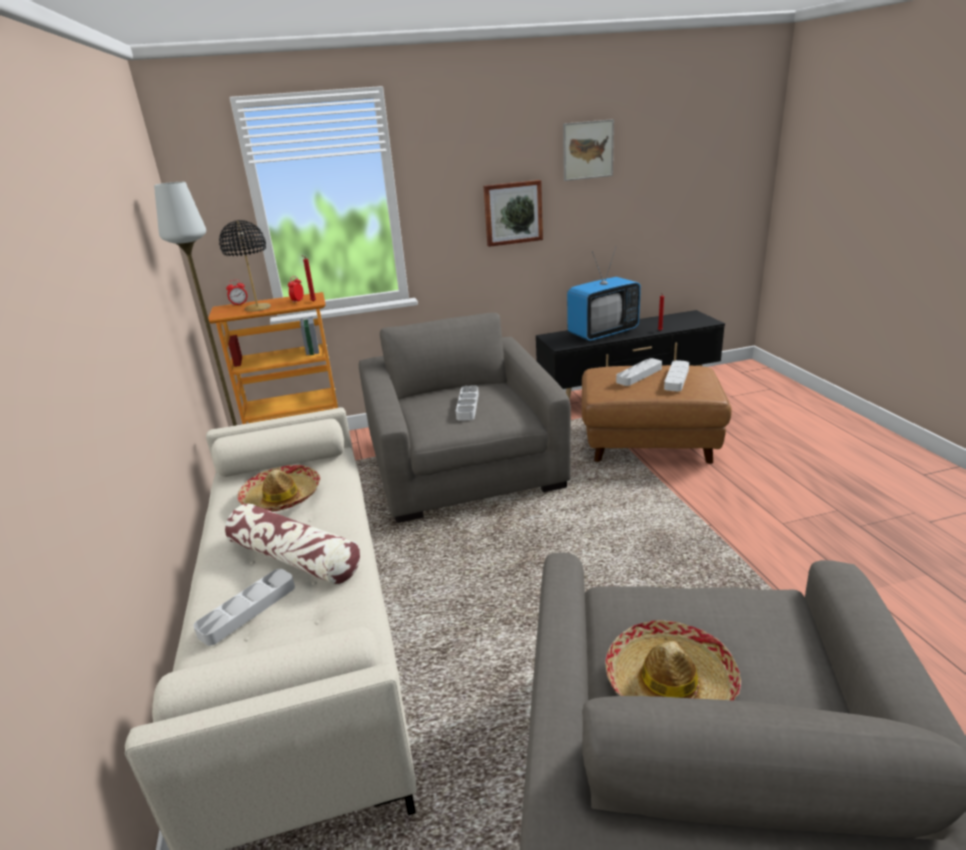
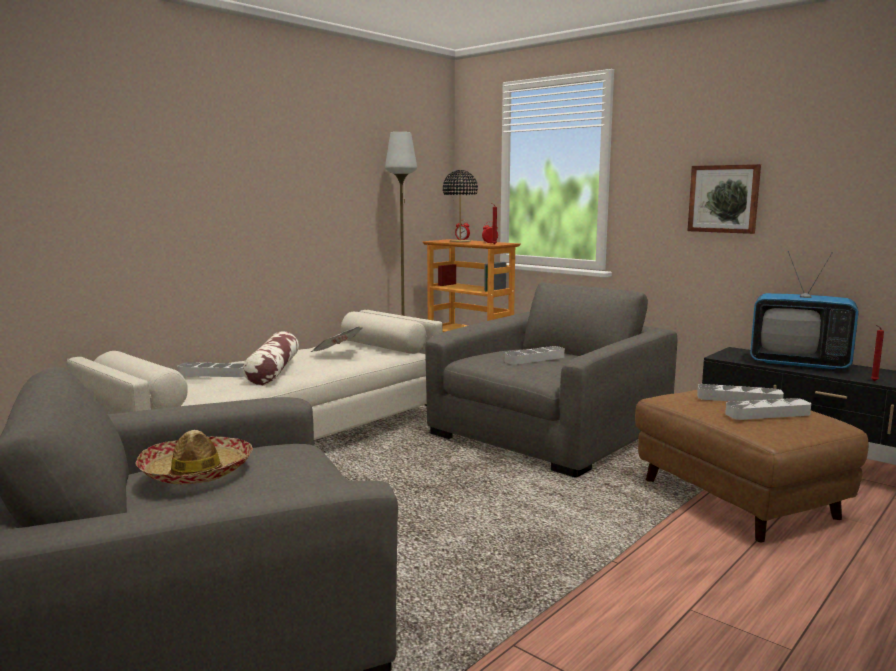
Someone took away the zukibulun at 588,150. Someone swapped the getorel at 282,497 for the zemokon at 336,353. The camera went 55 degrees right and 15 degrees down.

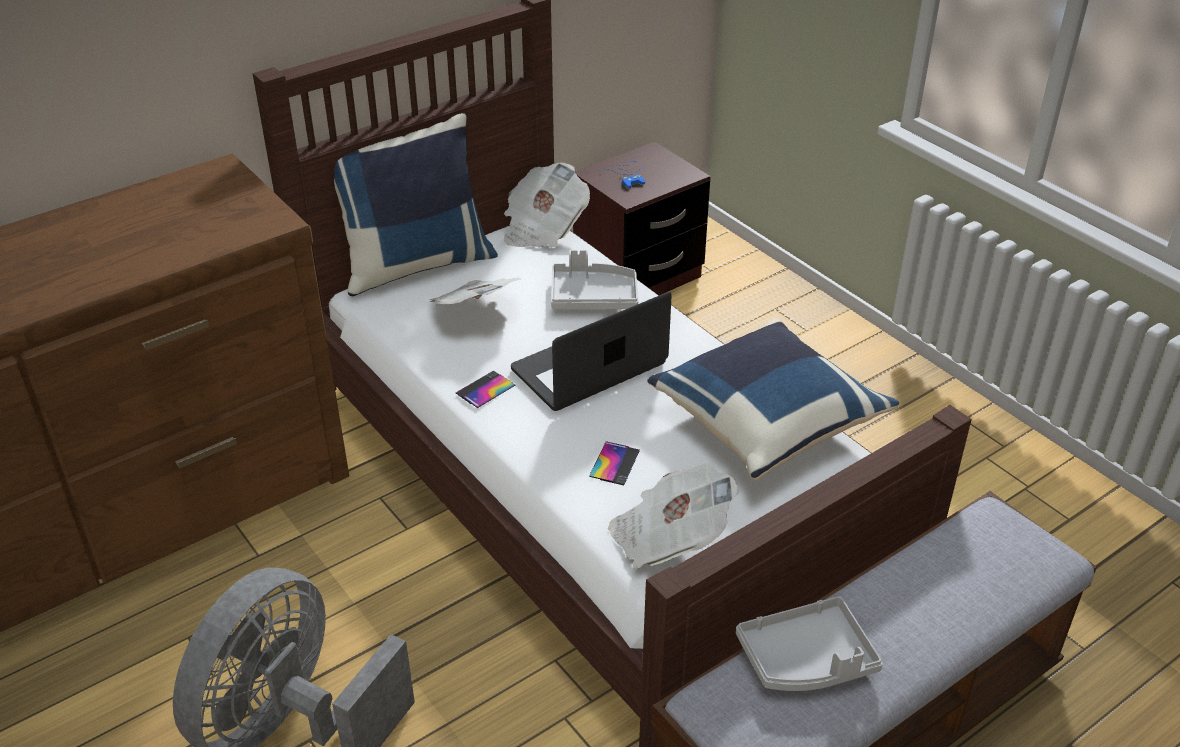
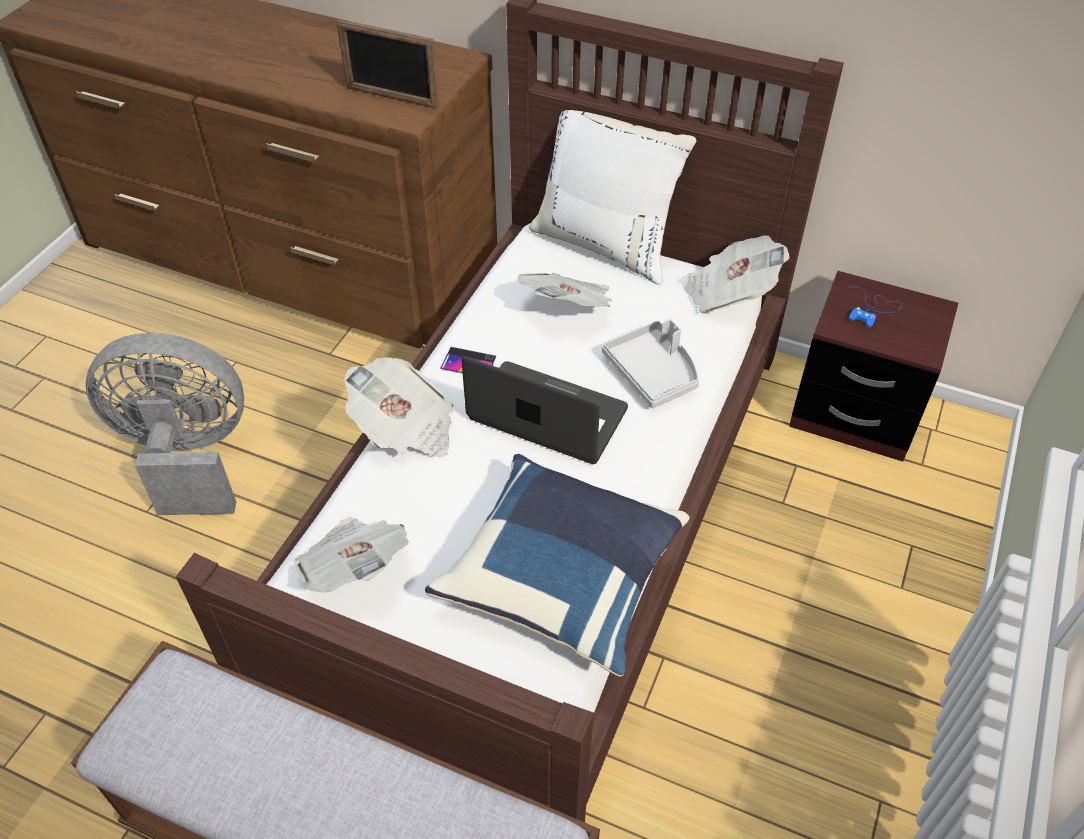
Someone took away the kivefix at 614,463. Someone took away the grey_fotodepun at 807,659. Someone put down the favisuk at 392,97. Someone put down the zemokon at 405,428. Someone repainted the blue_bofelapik at 416,264, which became the white_bofelapik at 606,244. The camera went 60 degrees right and 10 degrees up.

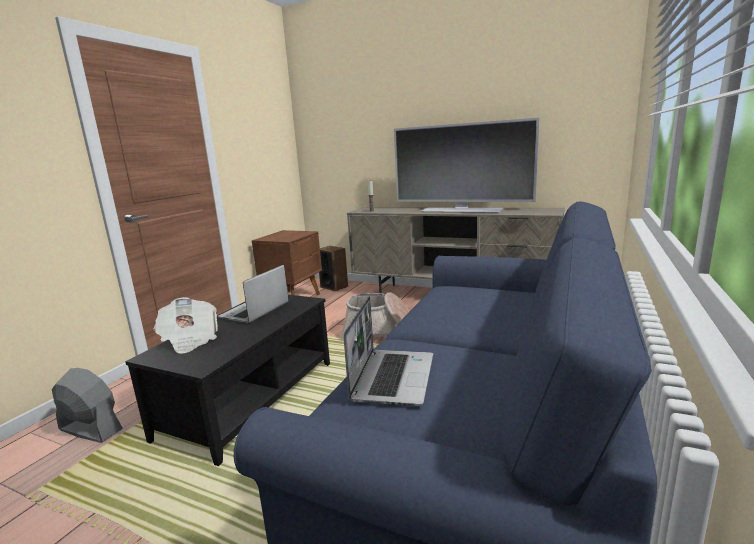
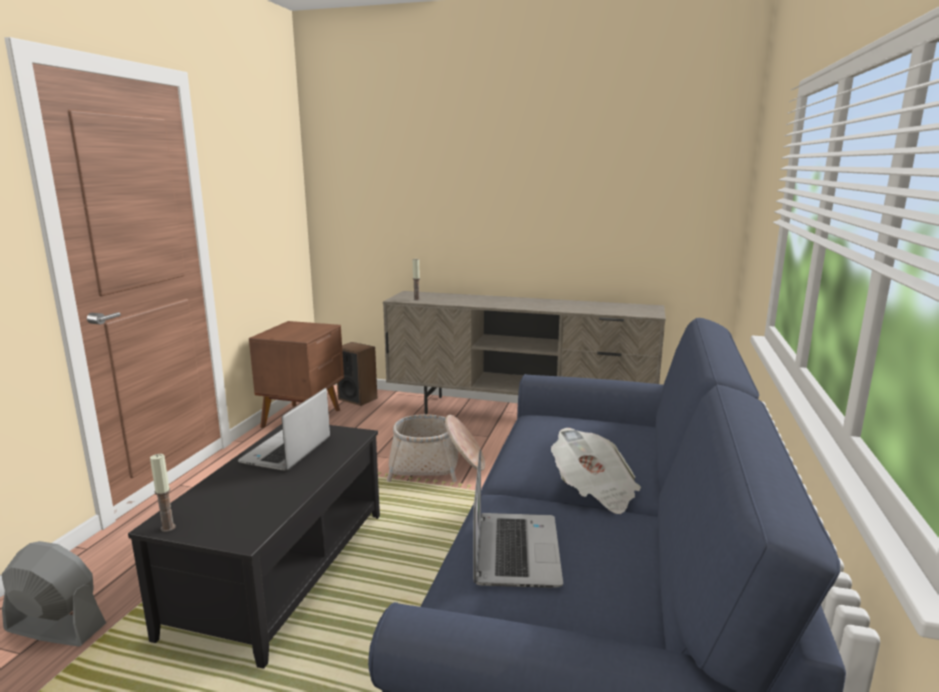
Someone took away the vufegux at 461,210. Someone put down the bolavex at 168,527. Someone carried the zemokon from 189,339 to 594,491. The camera went 10 degrees left and 0 degrees up.

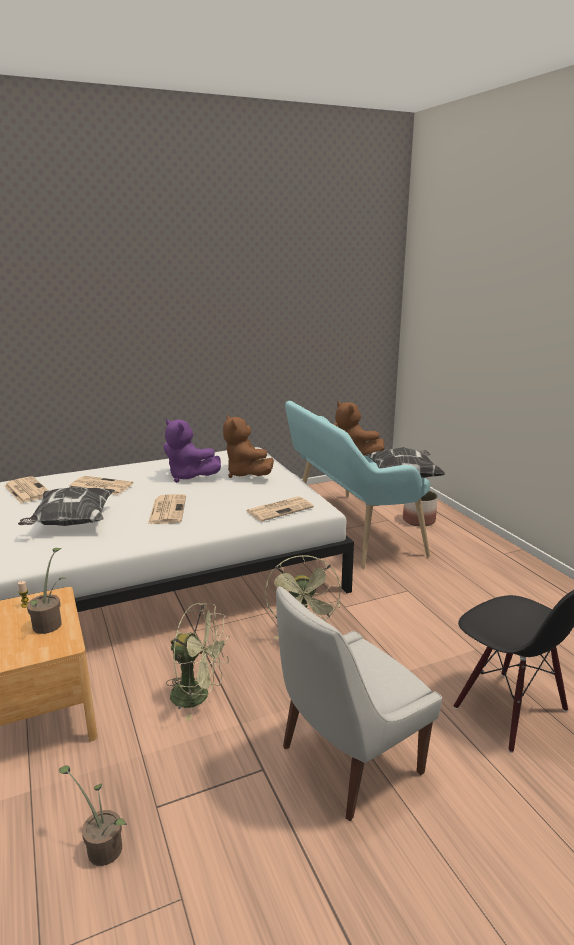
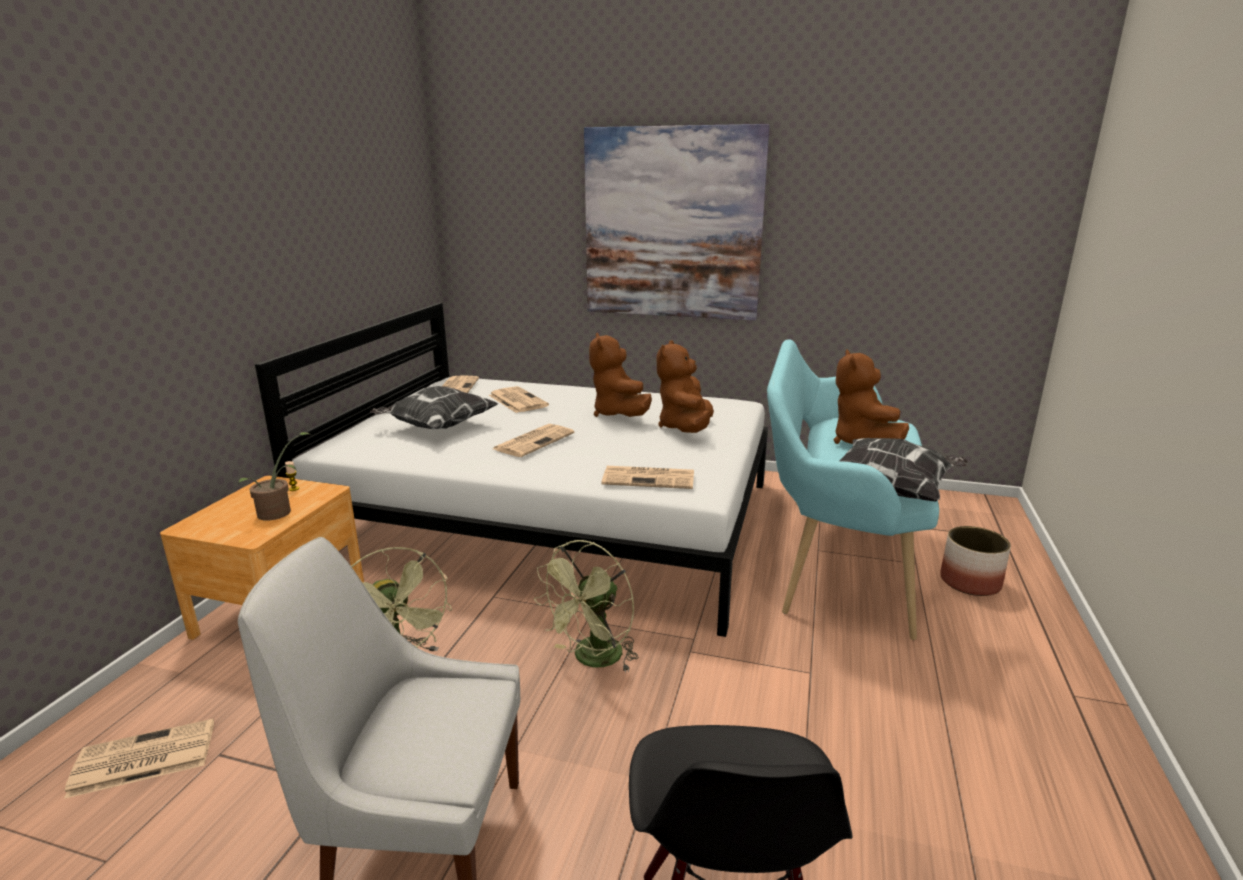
Someone put up the zukibulun at 672,224. Someone swapped the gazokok at 102,846 for the zemokon at 141,759. Someone repainted the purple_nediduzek at 189,476, which became the brown_nediduzek at 619,414. The camera went 40 degrees right and 0 degrees up.

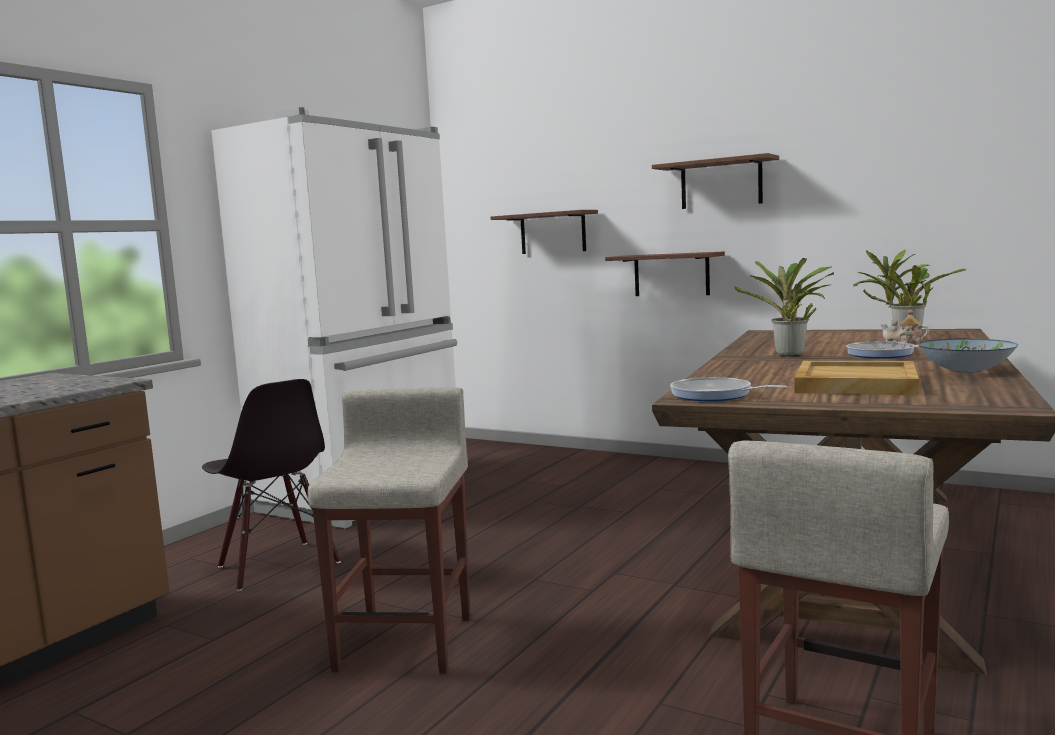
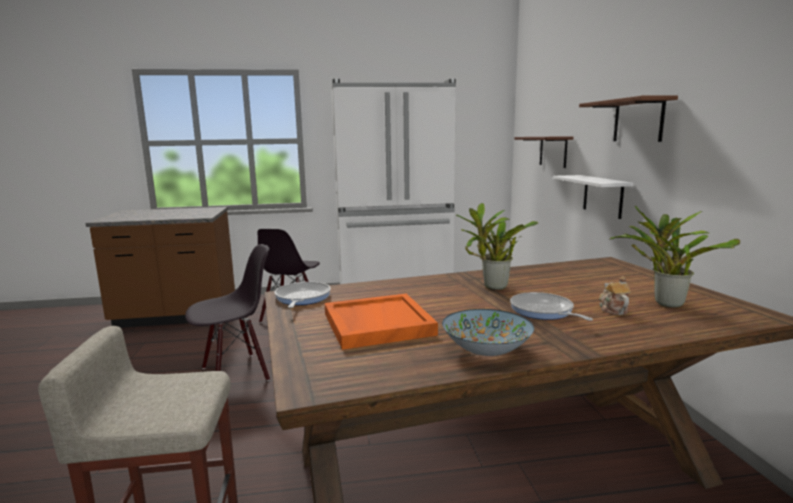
Someone swapped the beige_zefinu at 406,641 for the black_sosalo at 236,373. Someone repainted the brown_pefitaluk at 671,274, which became the white_pefitaluk at 603,196. Someone repainted the beige_fotodepun at 854,384, which became the orange_fotodepun at 376,324. The camera went 50 degrees right and 5 degrees up.

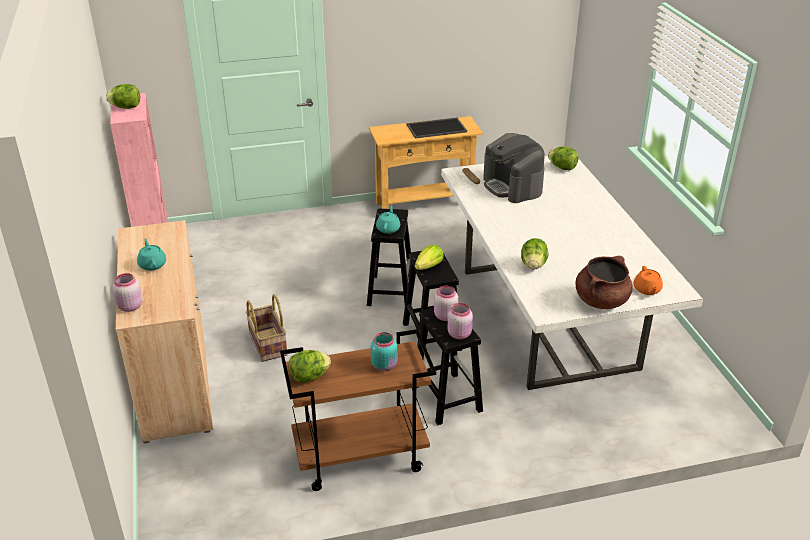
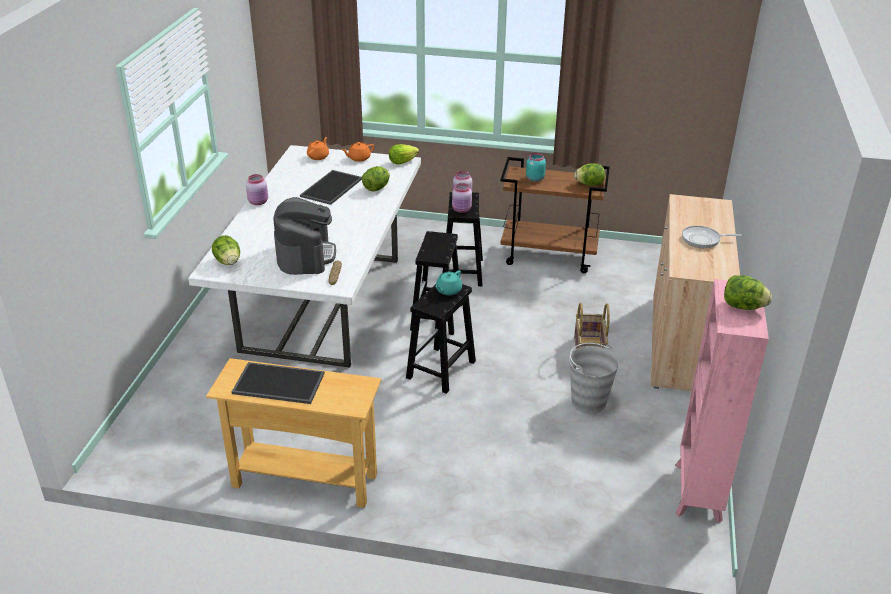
Someone put down the fotodepun at 332,188. Someone put down the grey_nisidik at 588,402. Someone carried the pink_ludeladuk from 129,307 to 259,202. Someone carried the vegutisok from 429,267 to 402,162. Someone swapped the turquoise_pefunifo at 152,264 for the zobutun at 703,240. Someone swapped the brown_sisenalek at 601,300 for the orange_pefunifo at 359,158. The camera went 155 degrees left and 0 degrees up.

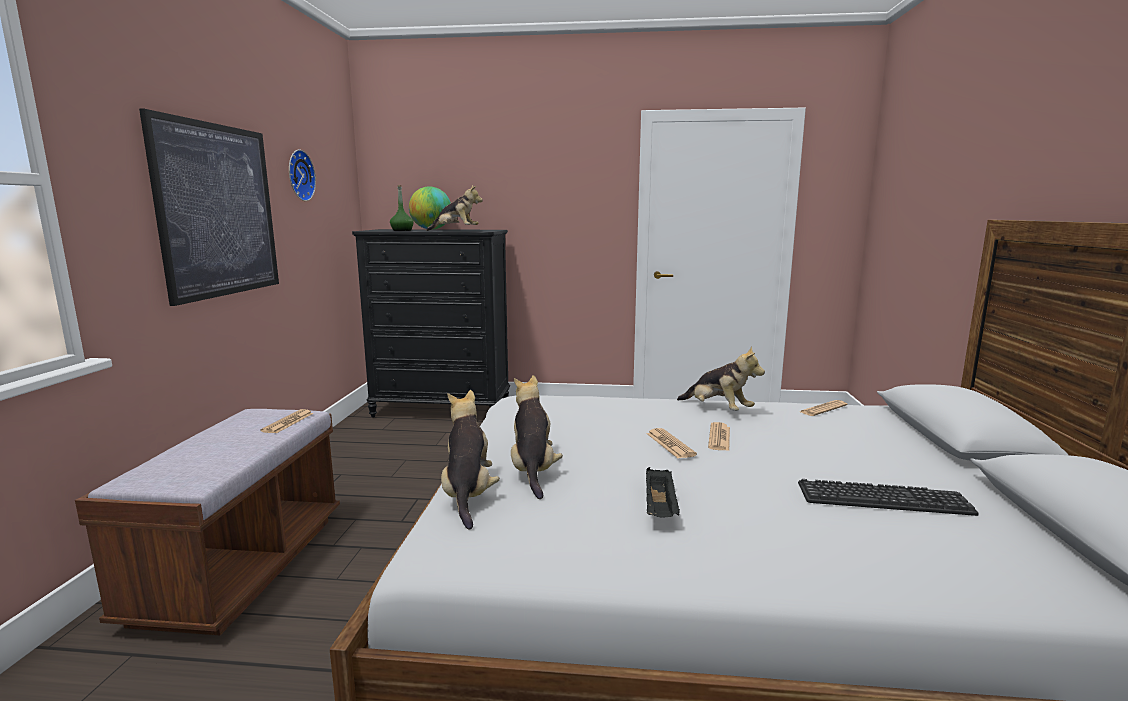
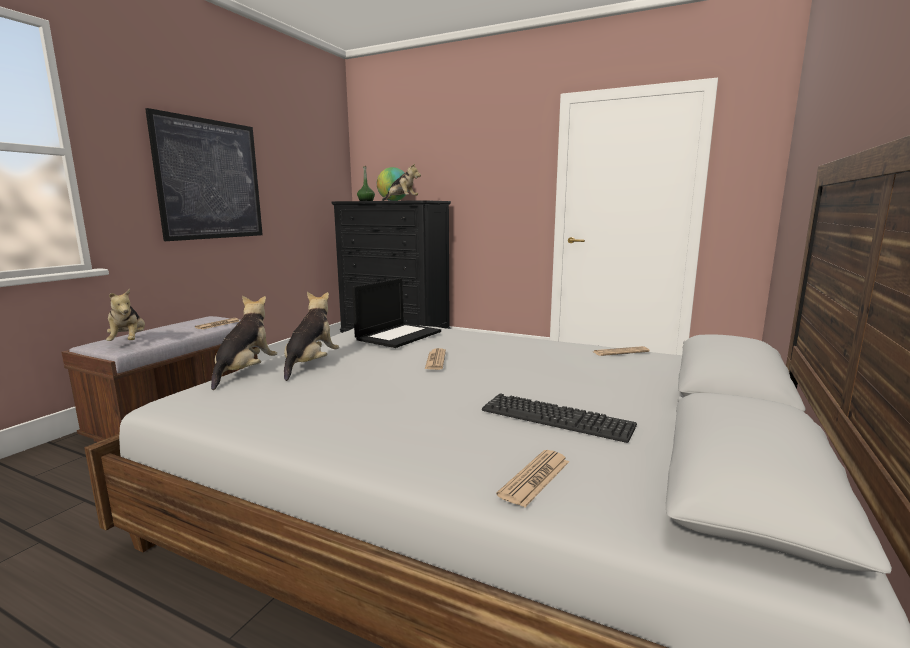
Someone took away the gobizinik at 298,175. Someone took away the black_fotodepun at 660,508. Someone put down the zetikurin at 398,335. Someone carried the nediduzek from 718,410 to 129,342. Someone carried the zemokon from 719,437 to 535,478. The camera went 20 degrees right and 0 degrees up.

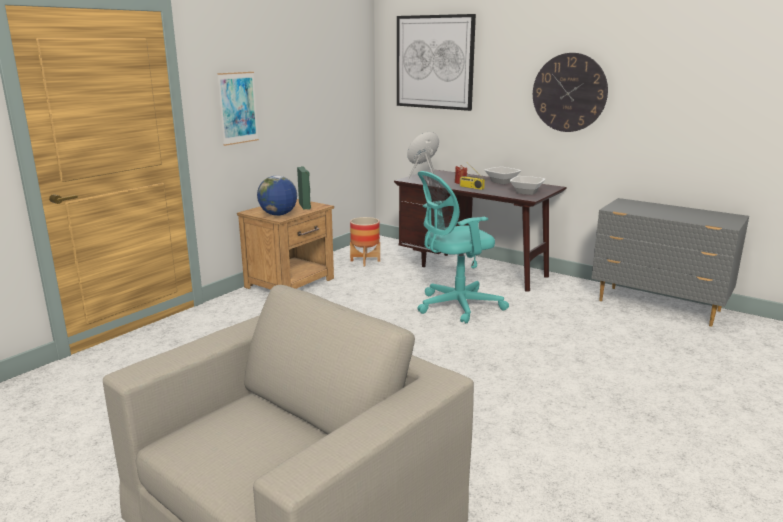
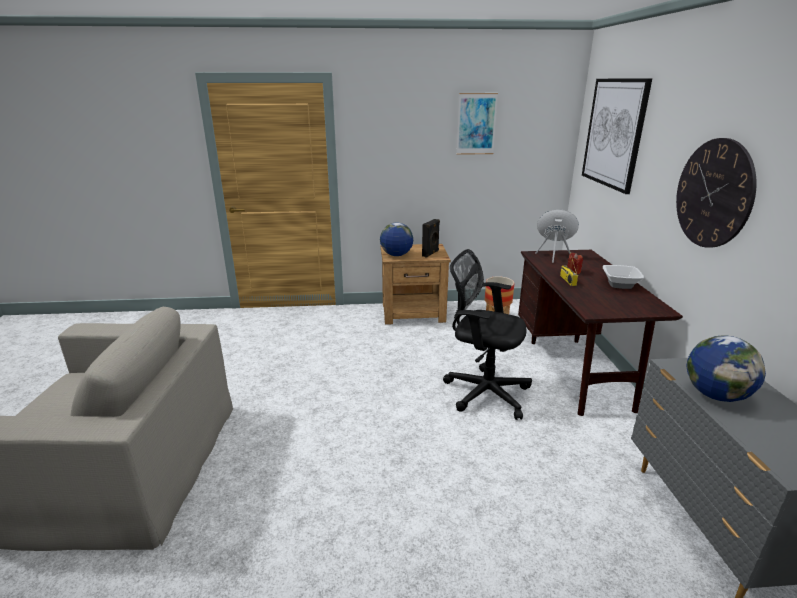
Someone took away the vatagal at 526,192. Someone put down the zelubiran at 715,395. Someone carried the zukibulun from 238,108 to 476,124. Someone repainted the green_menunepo at 305,206, which became the black_menunepo at 431,254. Someone repainted the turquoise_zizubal at 455,306, which became the black_zizubal at 483,391. The camera went 50 degrees right and 5 degrees up.

